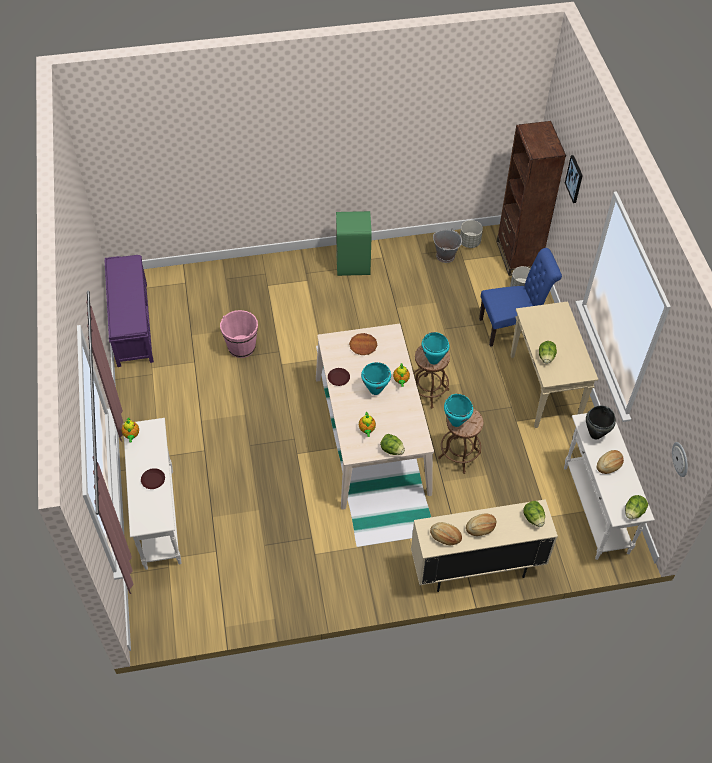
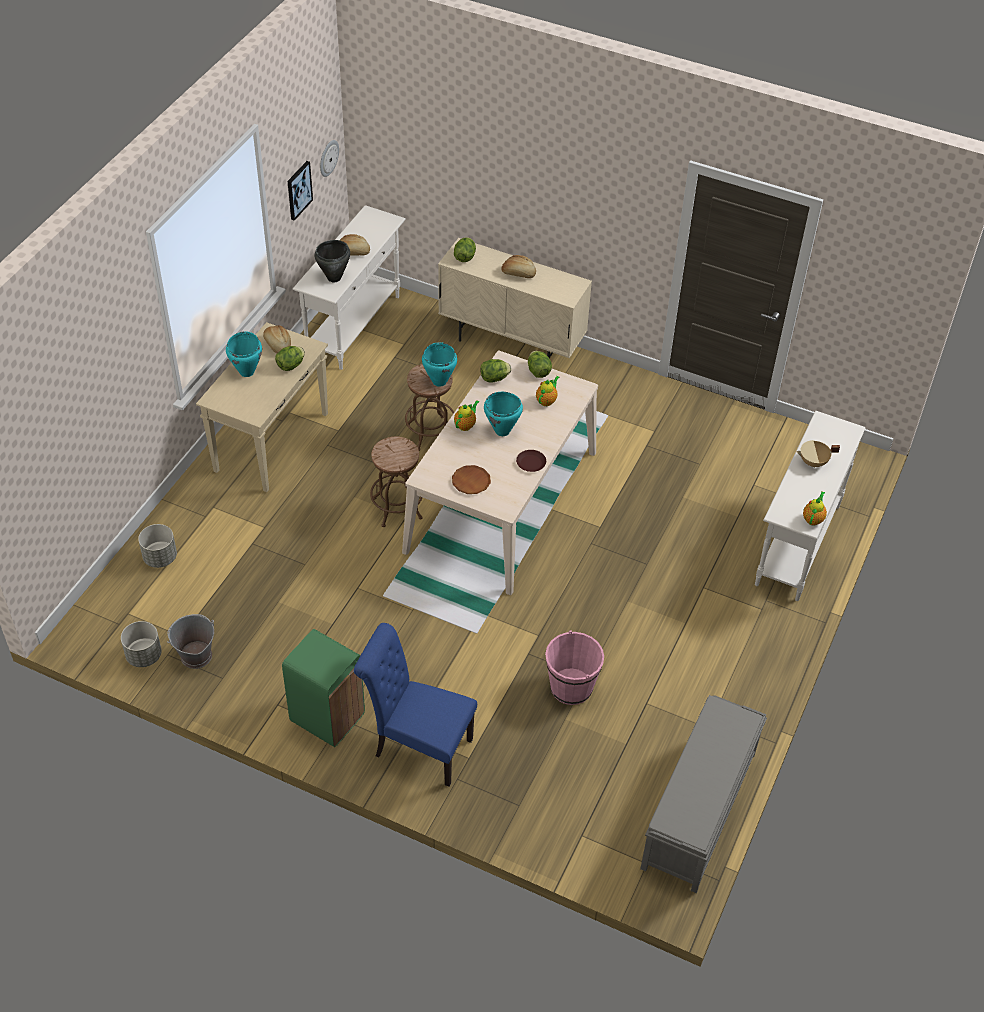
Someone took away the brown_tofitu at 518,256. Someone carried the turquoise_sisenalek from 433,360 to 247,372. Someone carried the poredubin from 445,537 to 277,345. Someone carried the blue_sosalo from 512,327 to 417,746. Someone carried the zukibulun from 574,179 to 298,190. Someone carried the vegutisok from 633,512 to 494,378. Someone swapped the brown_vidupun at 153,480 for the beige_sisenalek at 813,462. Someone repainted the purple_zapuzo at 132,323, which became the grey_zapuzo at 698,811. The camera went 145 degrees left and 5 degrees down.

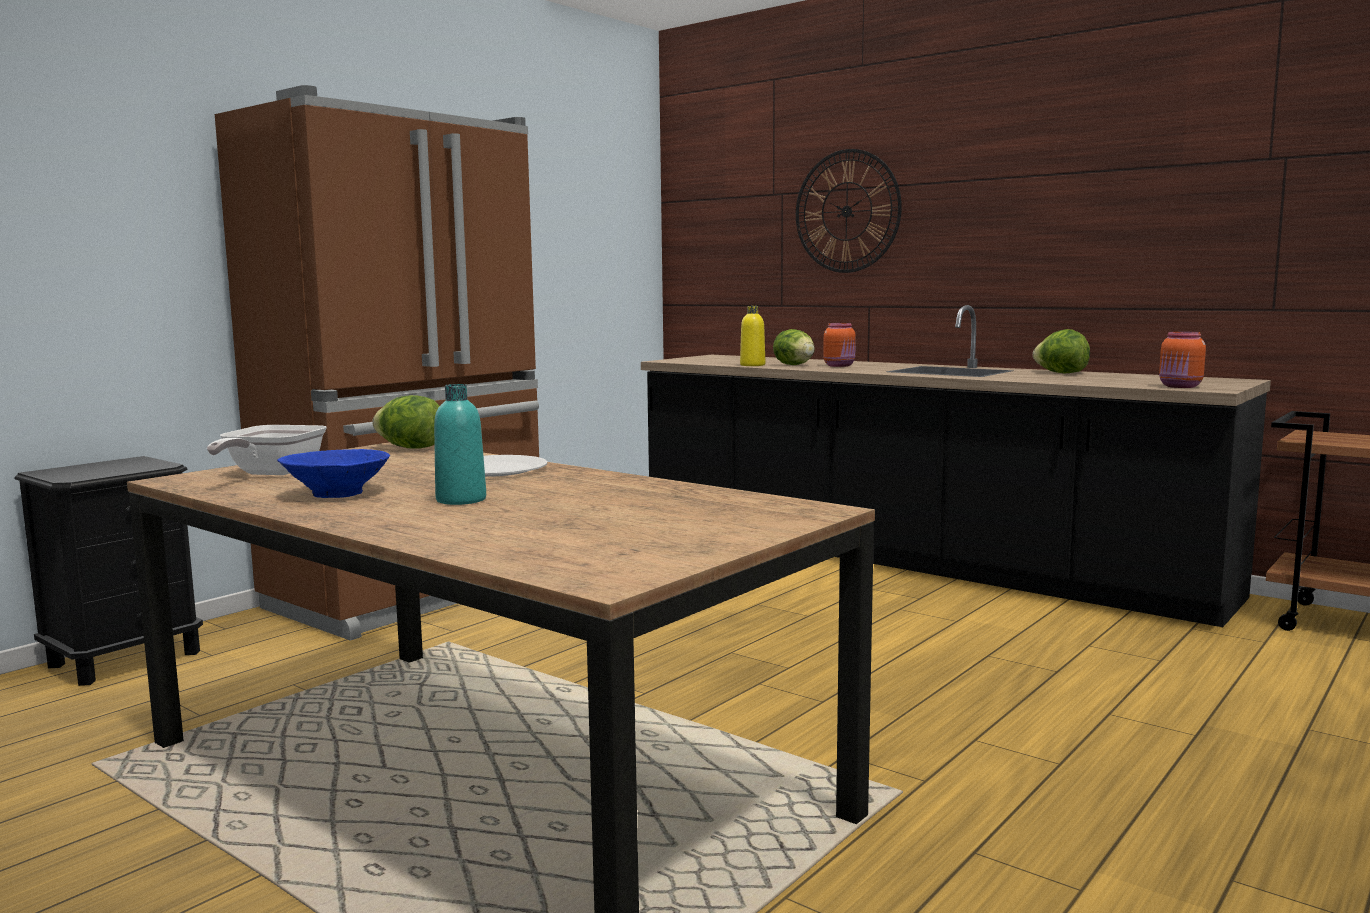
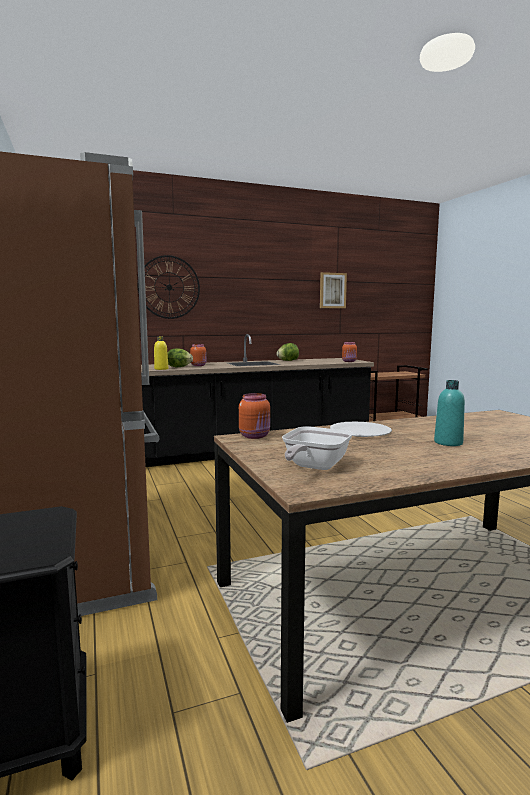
Someone took away the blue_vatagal at 337,494. Someone put up the zukibulun at 332,290. Someone swapped the vegutisok at 411,448 for the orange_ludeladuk at 255,436. Someone rotated the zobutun at 270,474 by 75 degrees clockwise. The camera went 60 degrees left and 0 degrees up.

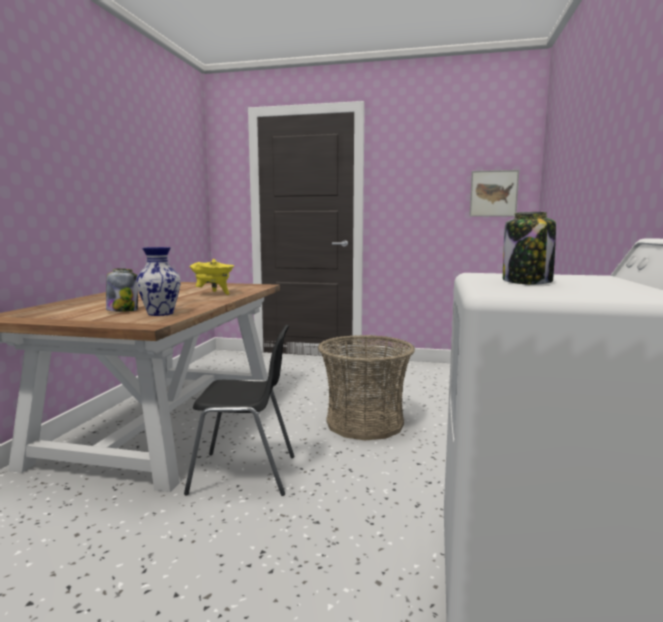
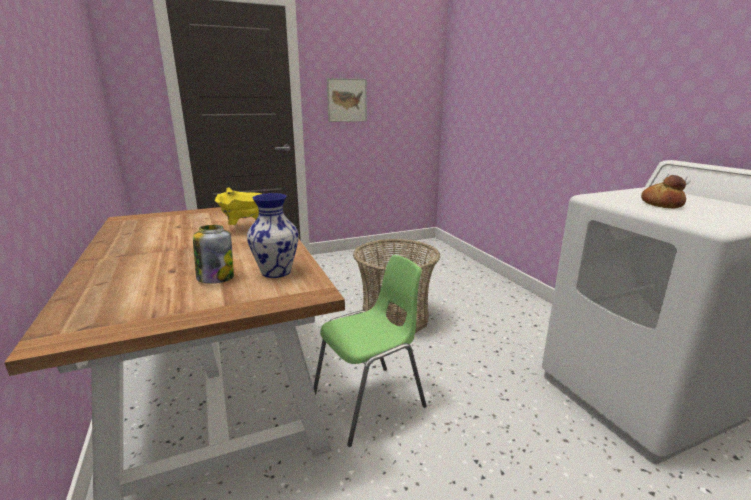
Someone carried the zukibulun from 493,193 to 347,100. Someone swapped the ludeladuk at 527,282 for the poredubin at 662,204. Someone repainted the black_sosalo at 245,474, which became the green_sosalo at 370,402. The camera went 35 degrees left and 10 degrees up.

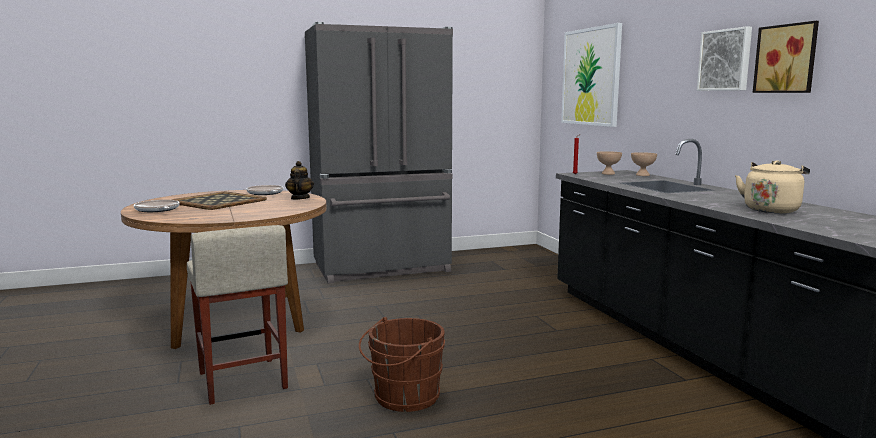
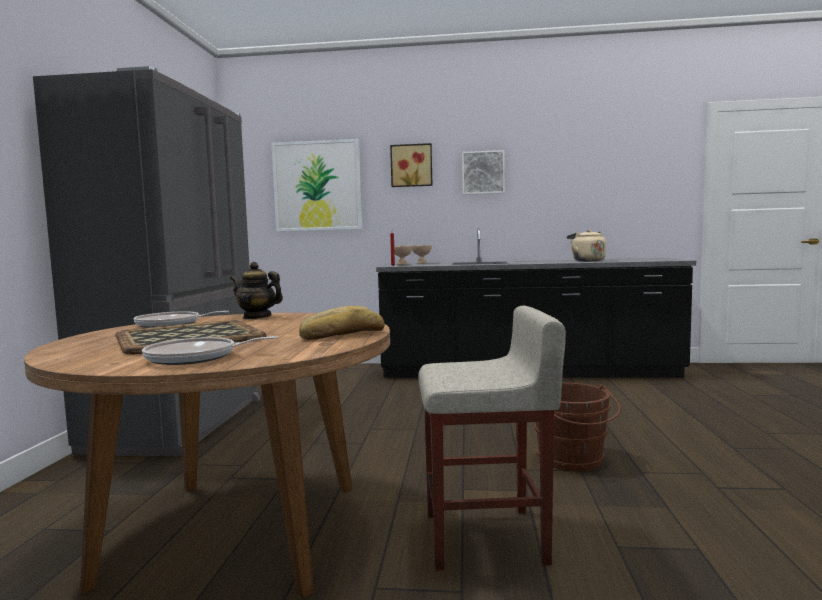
Someone put down the poredubin at 341,334. Someone carried the zukibulun from 787,58 to 411,165. The camera went 65 degrees left and 5 degrees down.

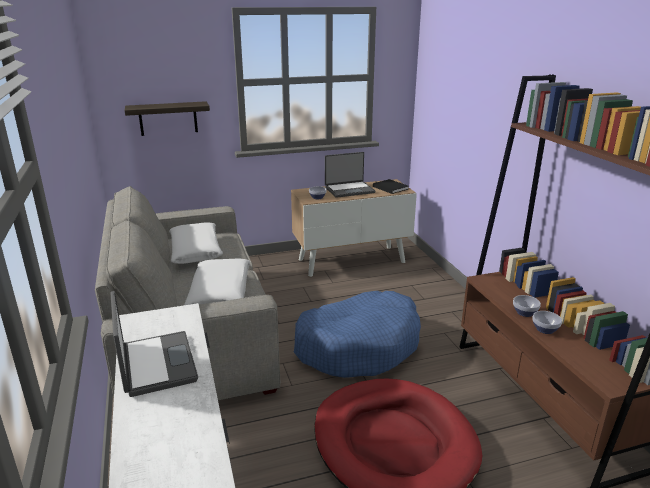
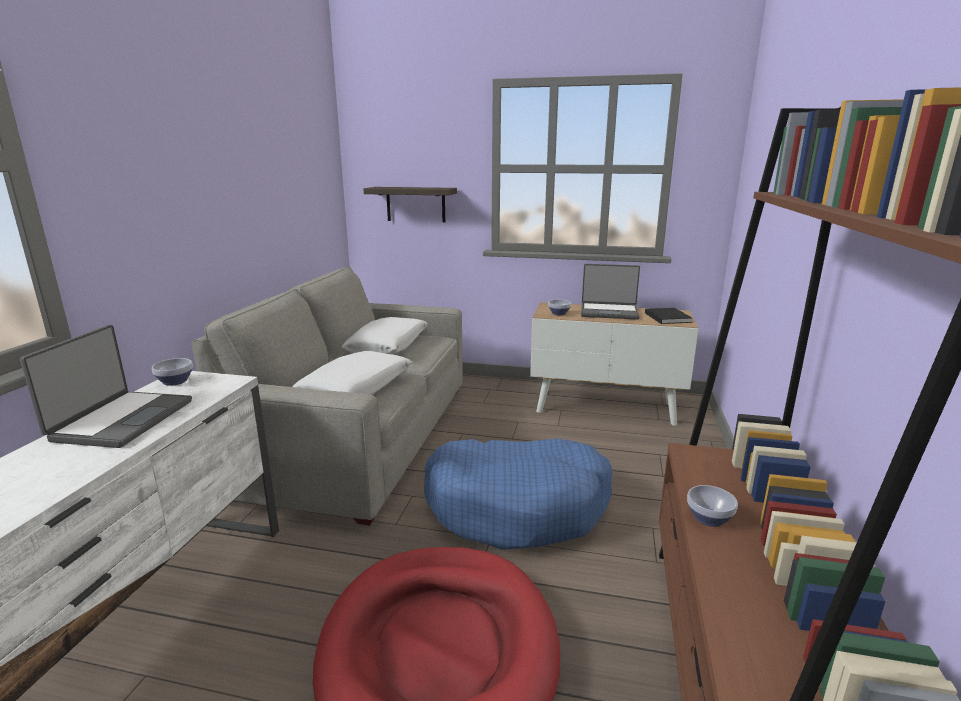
Someone carried the vatagal from 544,330 to 174,381. The camera went 30 degrees right and 5 degrees down.

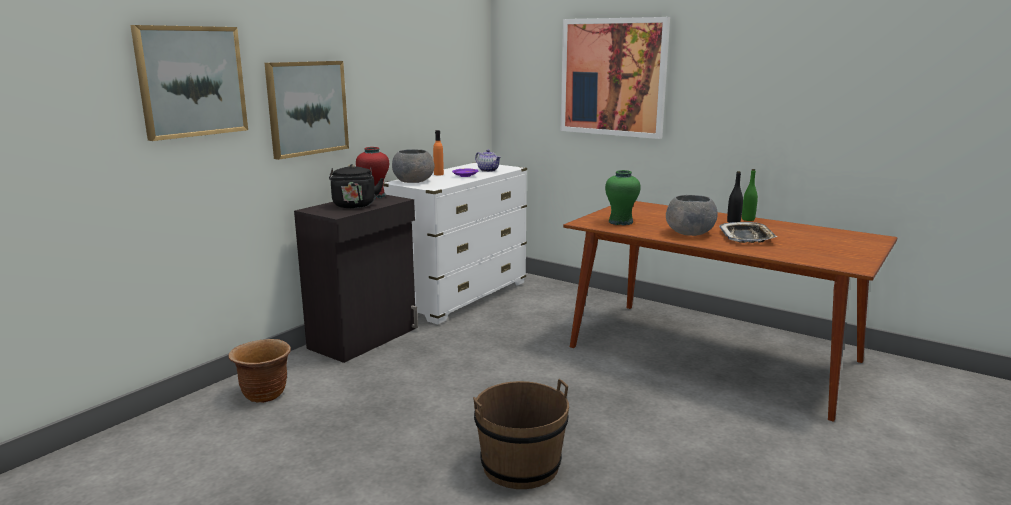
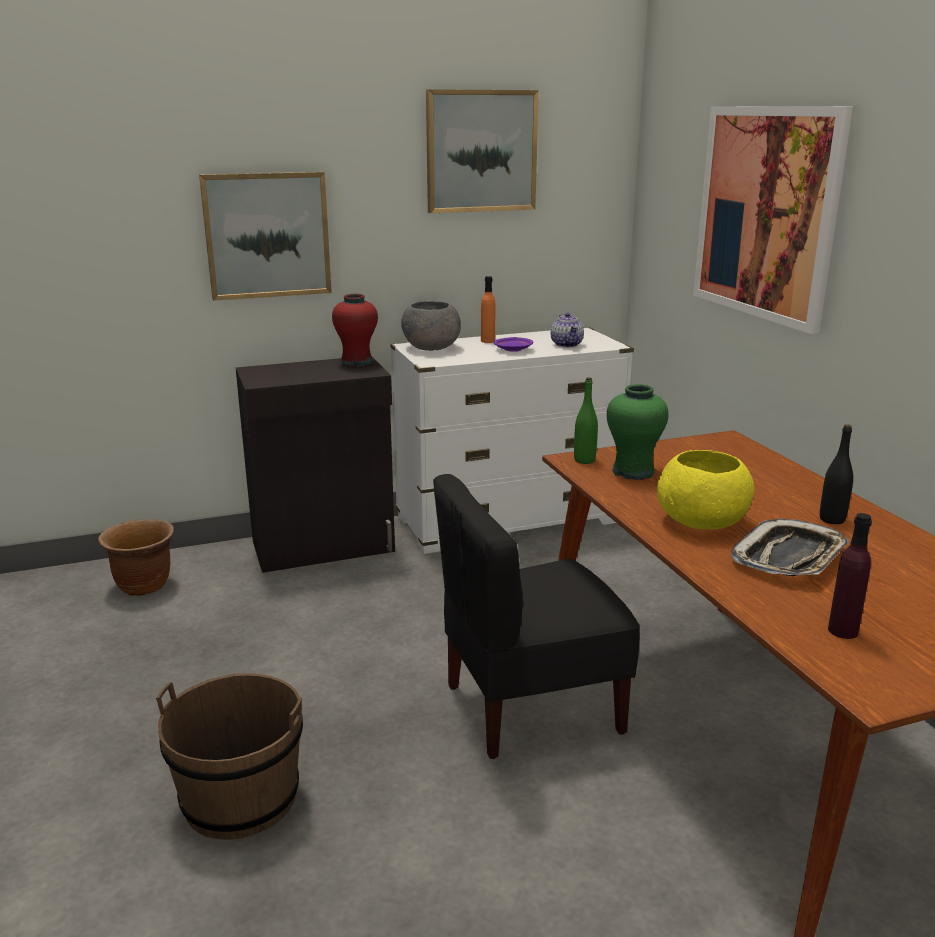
Someone took away the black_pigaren at 354,206. Someone put down the black_sosalo at 531,707. Someone put down the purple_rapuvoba at 842,631. Someone carried the zukibulun from 191,81 to 481,151. Someone carried the green_rapuvoba from 748,219 to 584,460. Someone repainted the grey_vatagal at 689,233, which became the yellow_vatagal at 700,522. The camera went 35 degrees right and 5 degrees up.

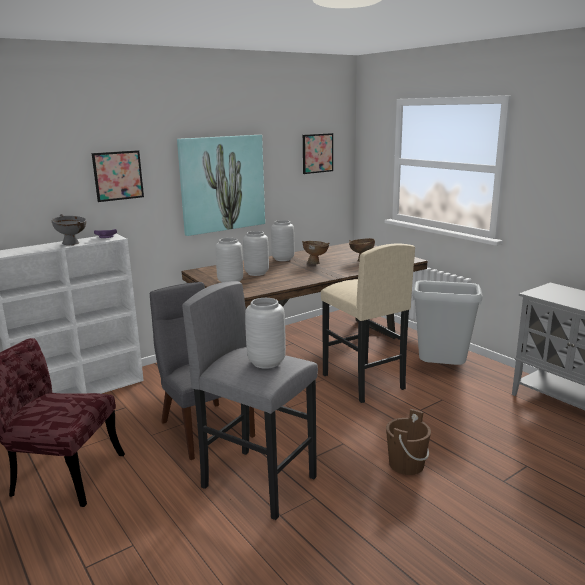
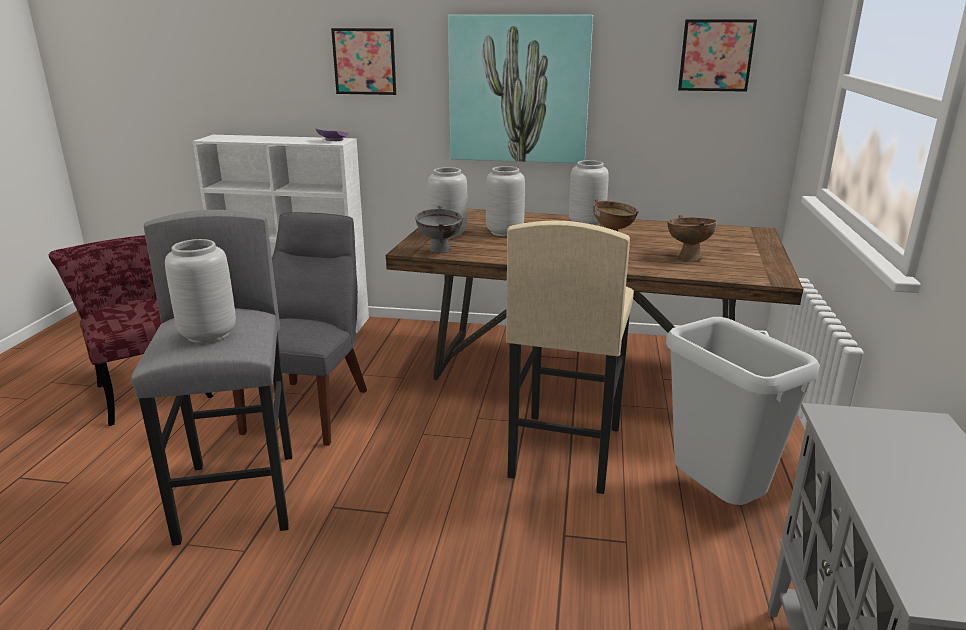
Someone took away the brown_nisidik at 406,464. Someone carried the grey_vatagal from 73,244 to 440,251. The camera went 45 degrees right and 5 degrees up.

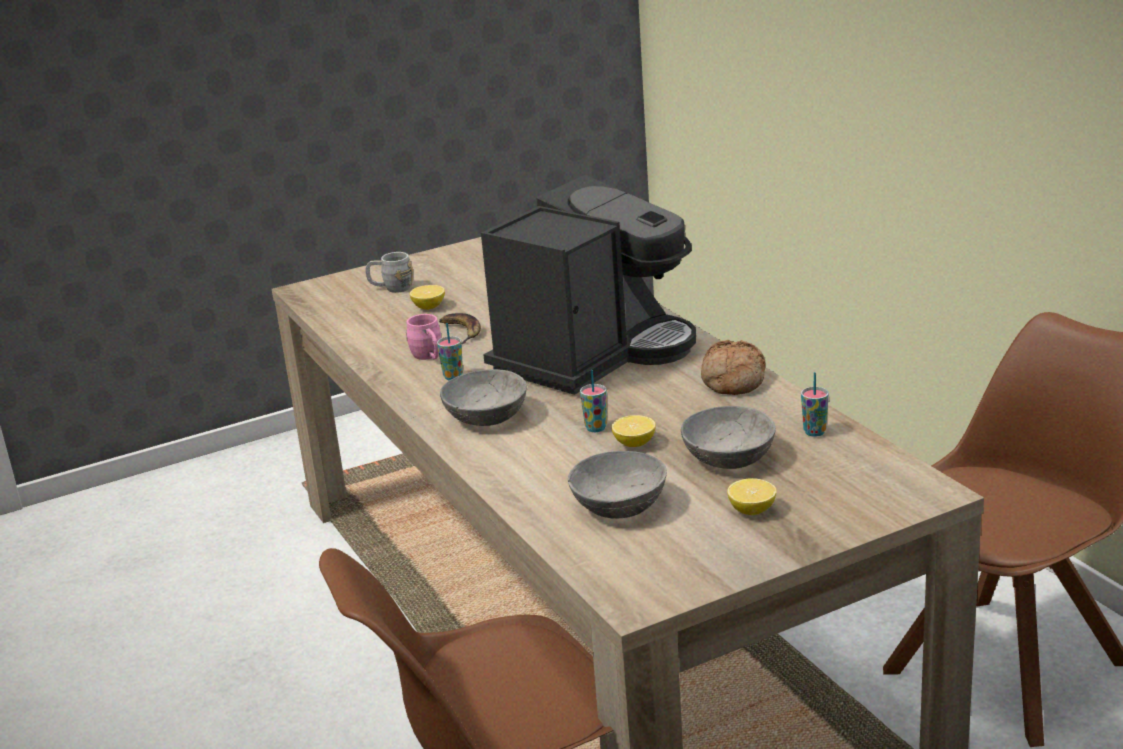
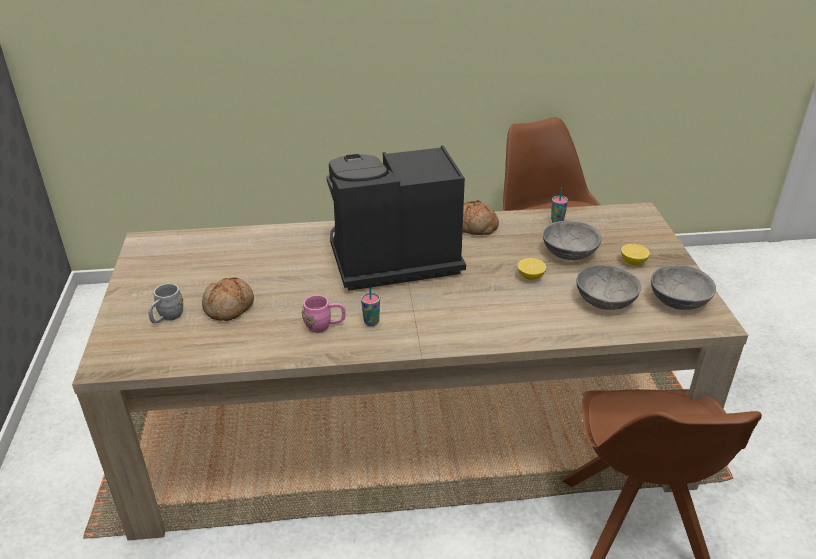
Someone took away the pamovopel at 461,331. Someone took away the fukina at 596,428. Someone carried the grey_vatagal from 486,416 to 678,300. Someone swapped the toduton at 429,307 for the poredubin at 230,307. Someone rotated the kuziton at 593,354 by 75 degrees counterclockwise. The camera went 70 degrees left and 10 degrees up.

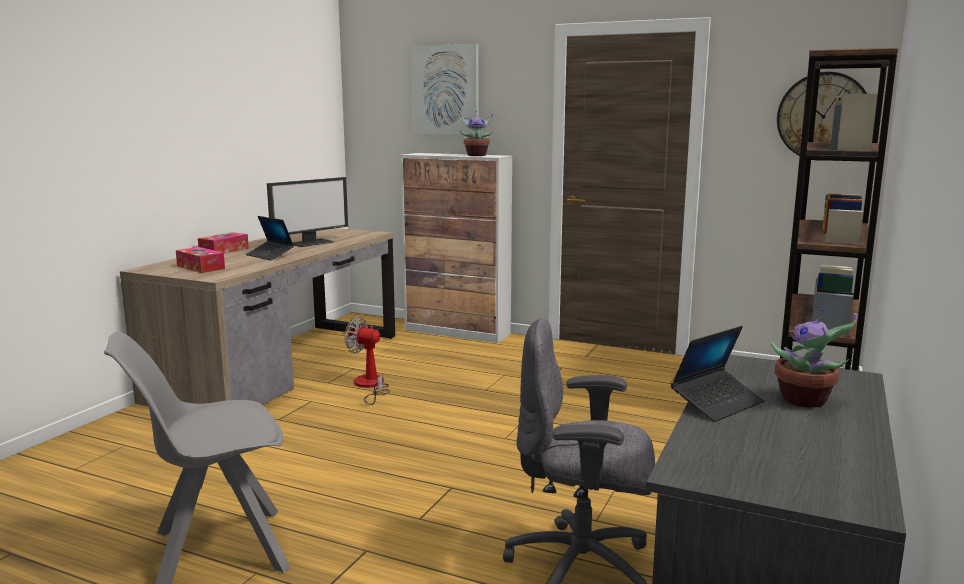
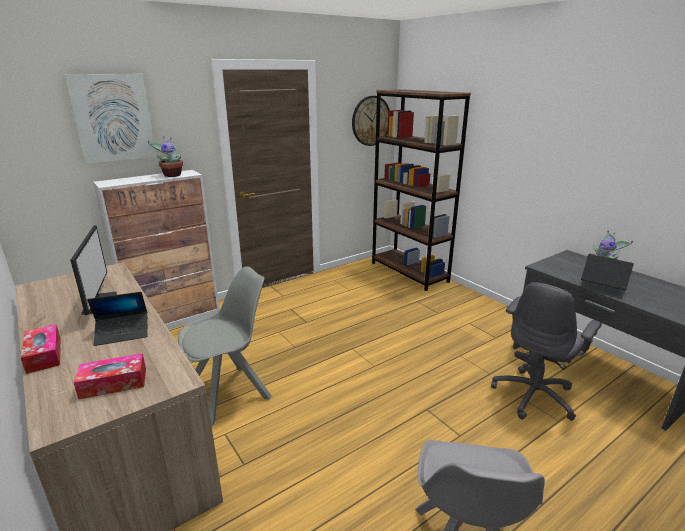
Someone swapped the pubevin at 370,386 for the grey_sosalo at 230,393. Someone rotated the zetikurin at 717,403 by 45 degrees counterclockwise. The camera went 60 degrees left and 10 degrees up.

